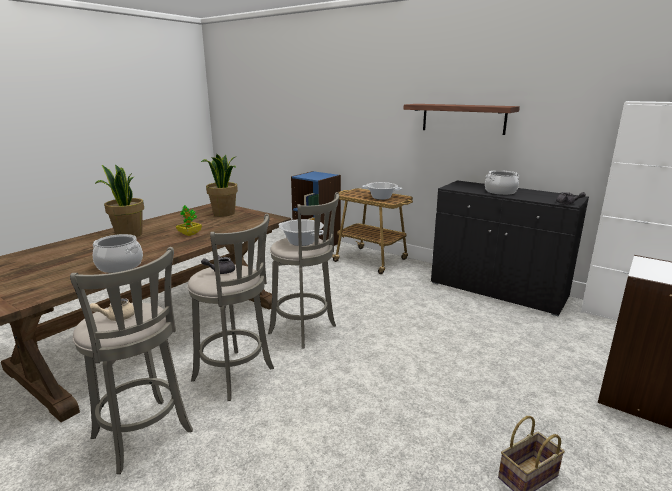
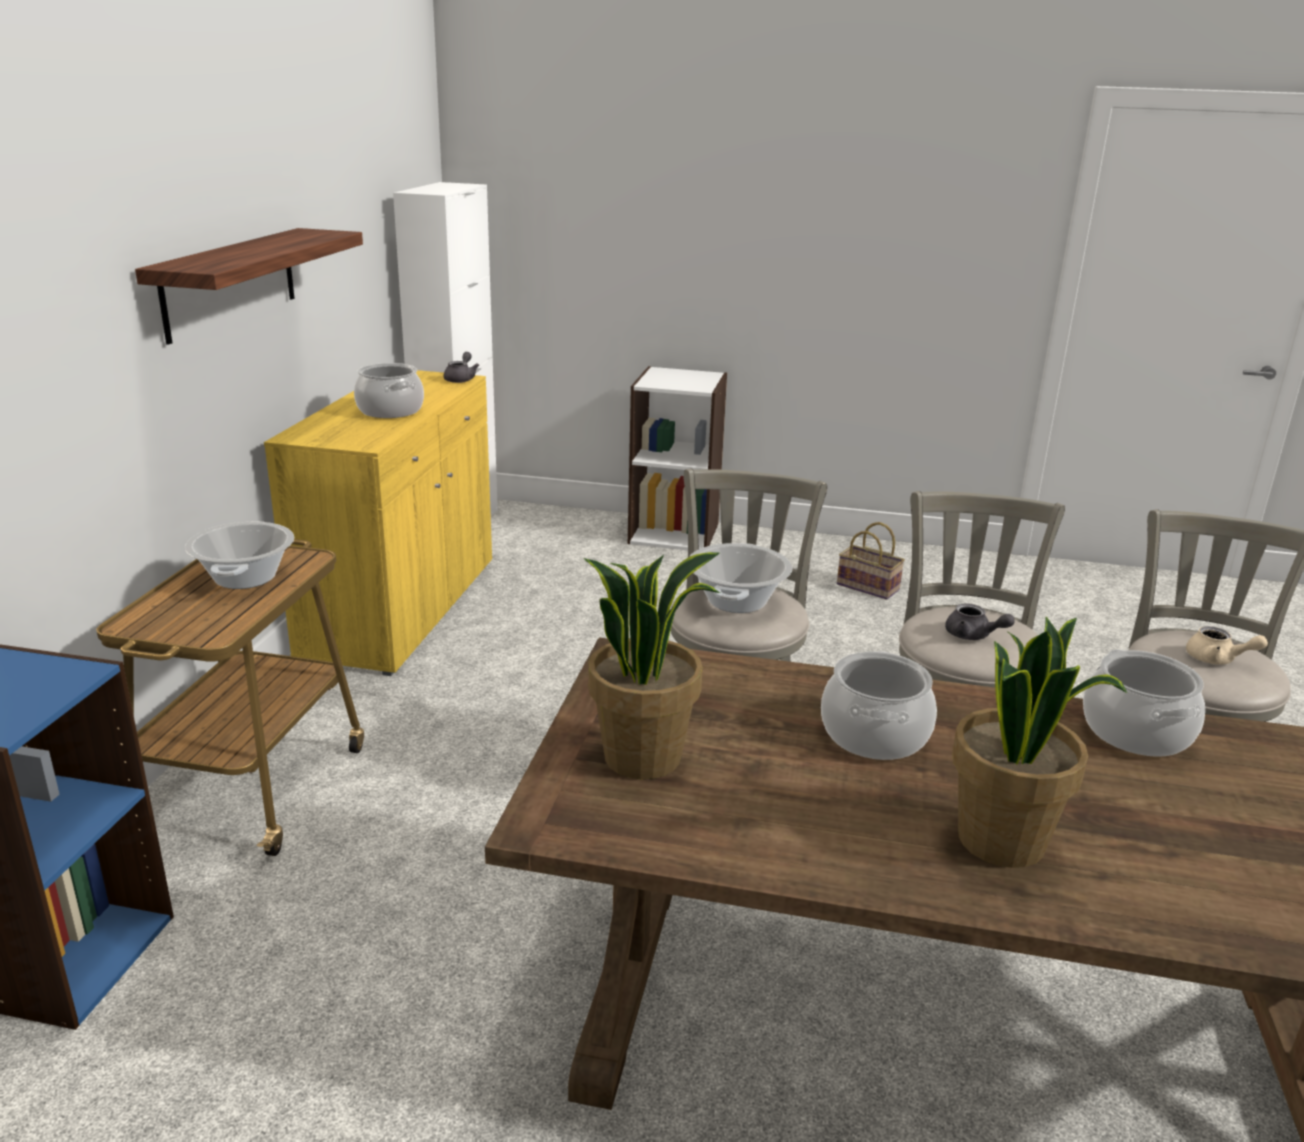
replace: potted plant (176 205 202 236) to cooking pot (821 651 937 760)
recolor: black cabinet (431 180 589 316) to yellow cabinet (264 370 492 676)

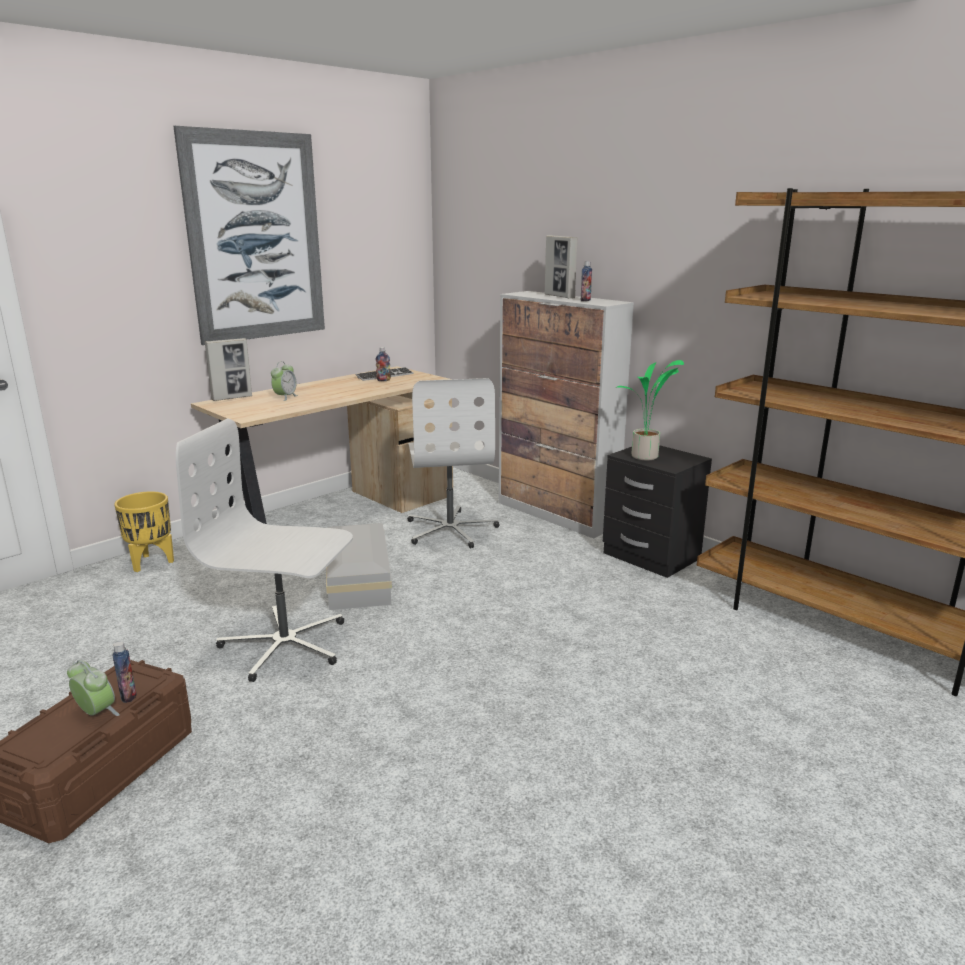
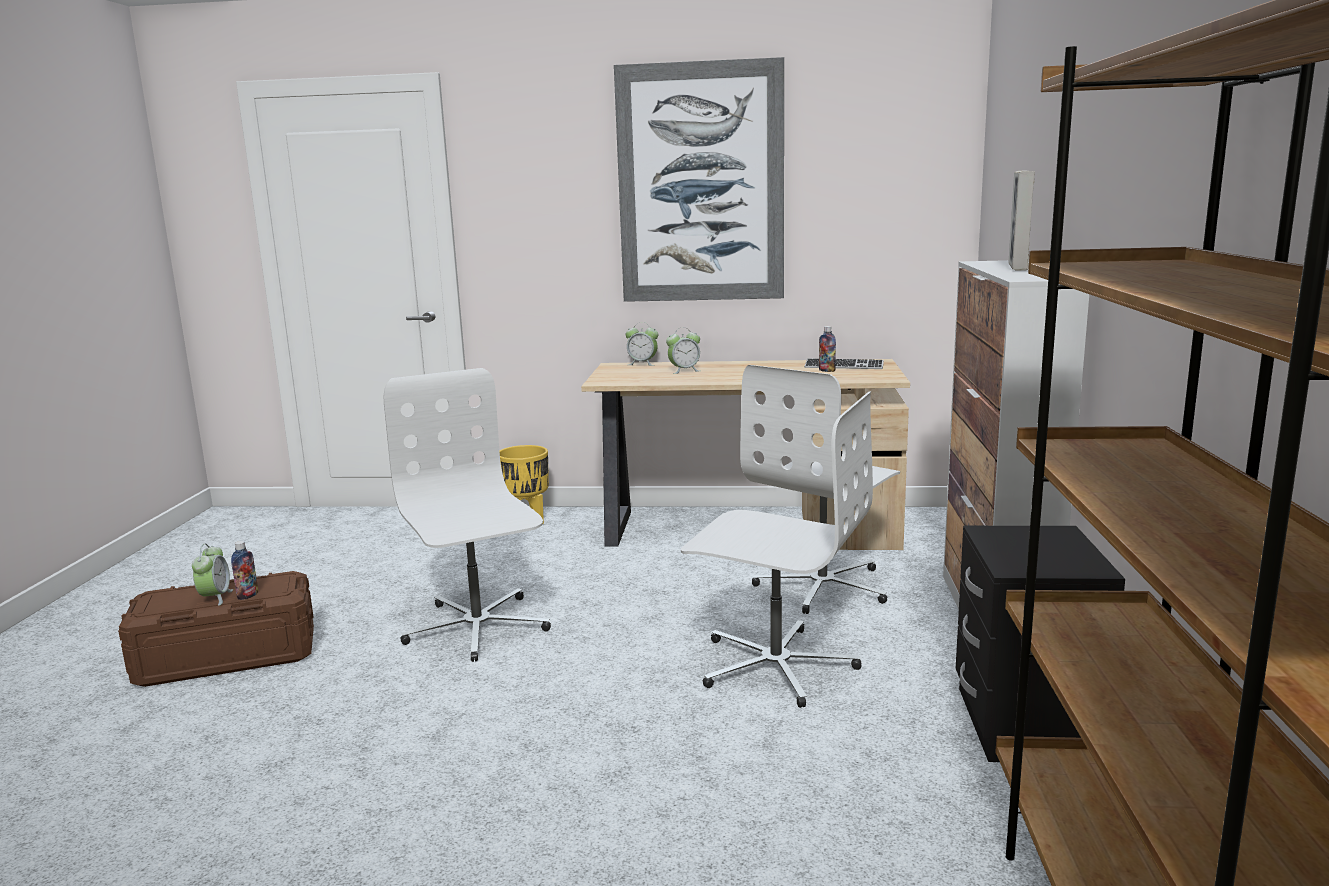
delete: white storage box (326 523 392 610); bottle (581 261 592 301); potted plant (616 360 684 460)
insert: white office chair (681 391 873 708)
replace: picture frame (205 338 252 401) to alarm clock (625 322 659 366)

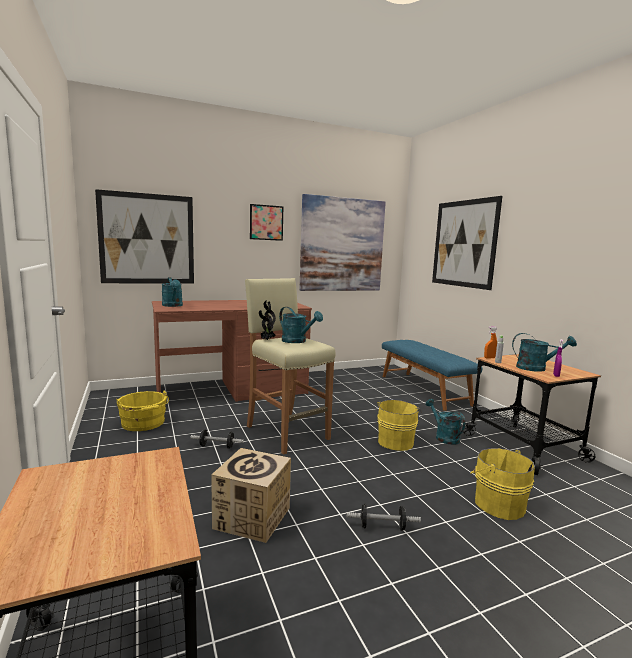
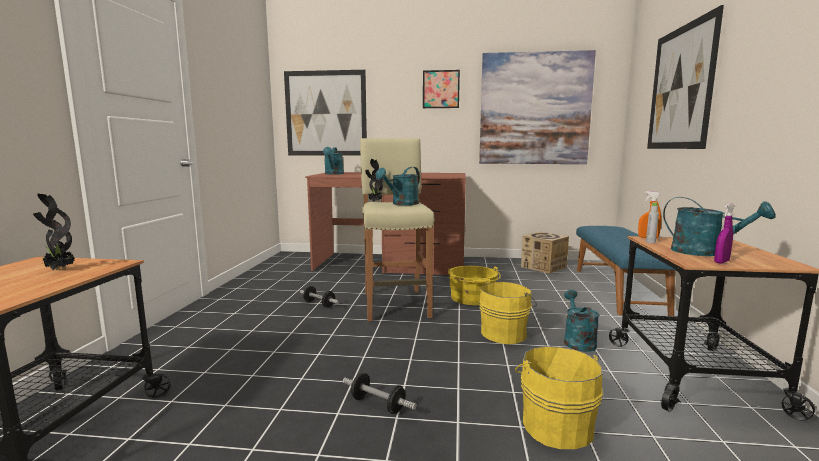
insert: potted plant (33 193 75 270)
move: yellow bucket (117 390 169 431) to (448 266 501 305); cardboard box (211 448 291 543) to (521 232 569 274)
rotate: turquoise watering can (279 307 323 343) = (376 167 420 205) 60 degrees clockwise

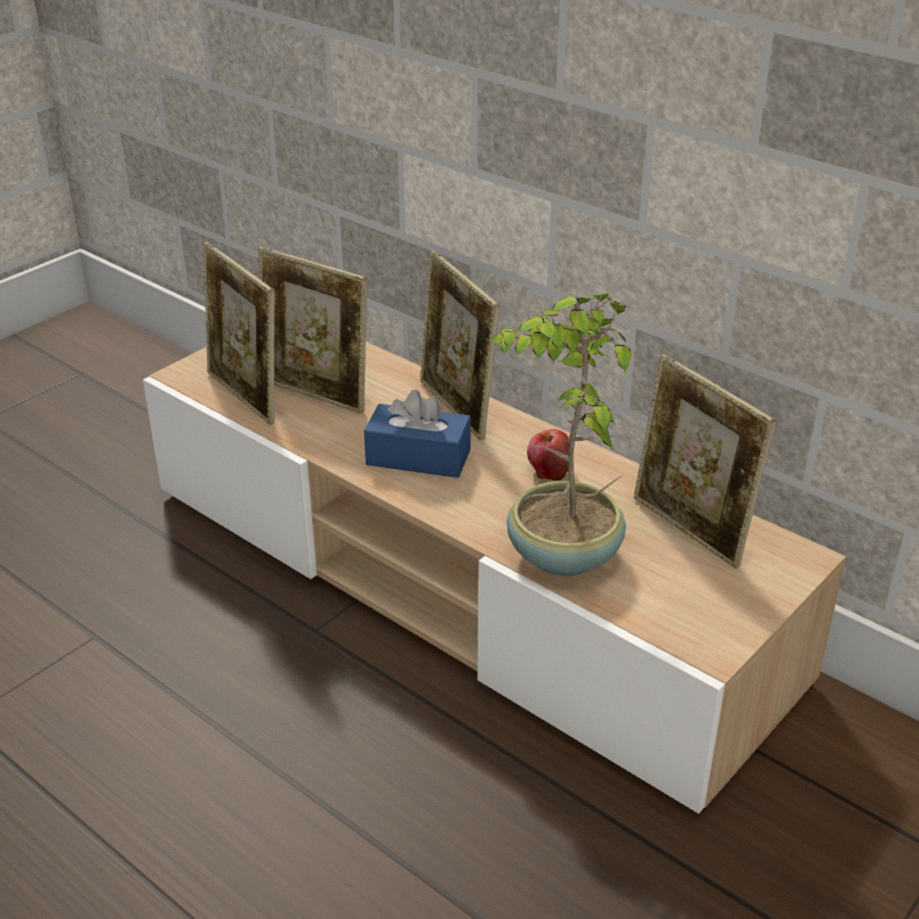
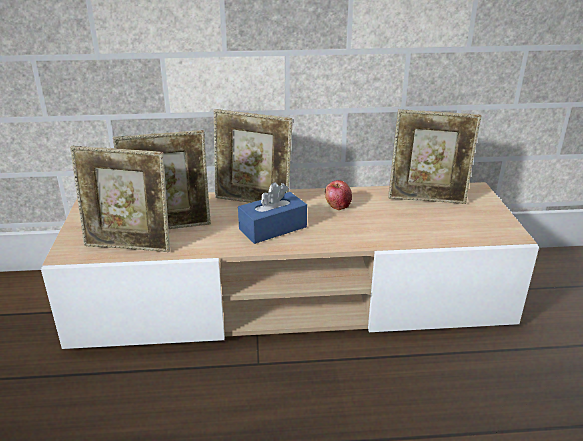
delete: potted plant (489 292 631 576)

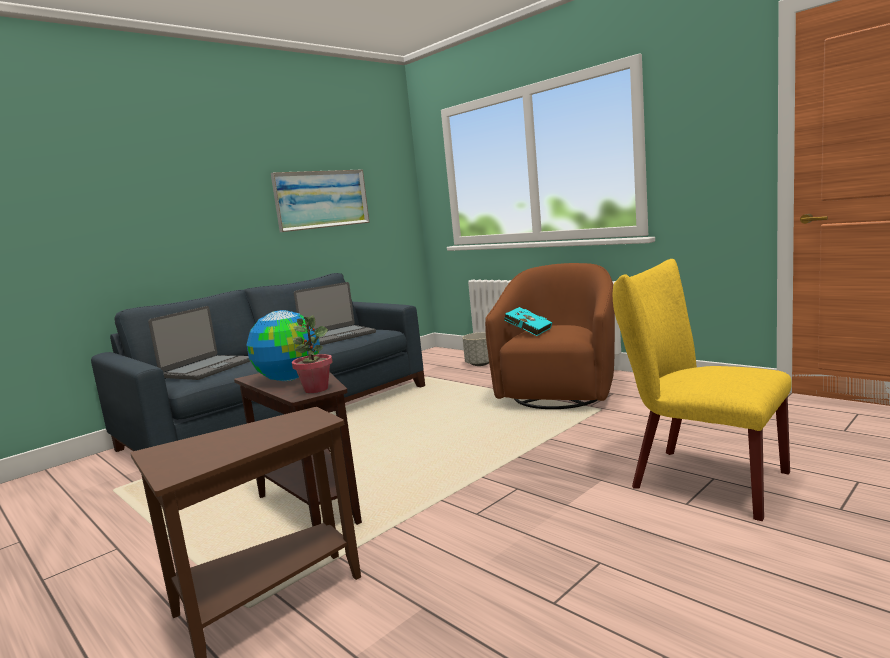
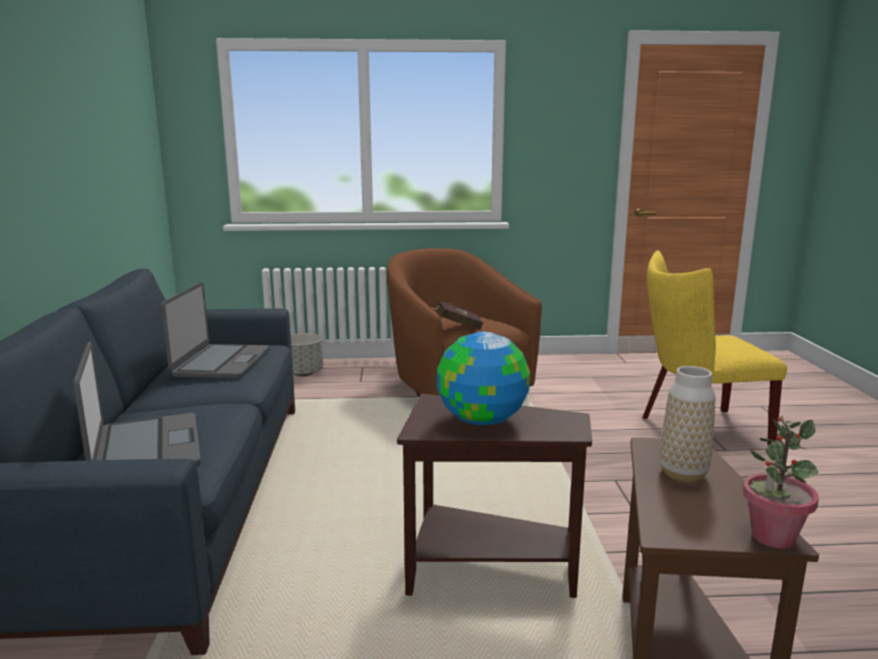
delete: picture (271 169 370 232)
insert: vase (659 366 715 482)
move: potted plant (292 315 333 393) to (743 416 819 548)
recolor: turquoise book (504 307 552 336) to red book (430 301 484 330)

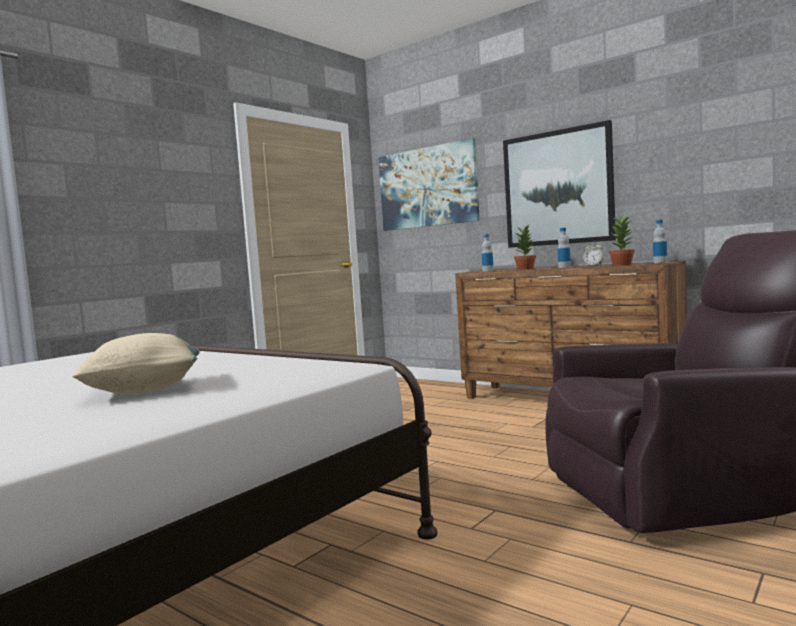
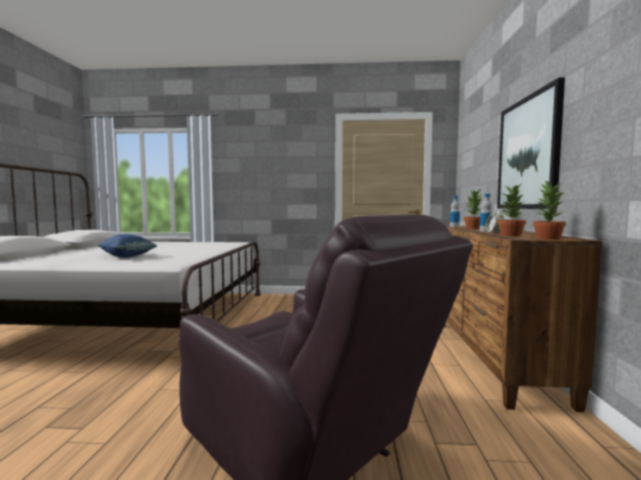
delete: picture (378 138 480 231)
replace: bottle (653 220 667 263) to potted plant (533 180 566 240)
recolor: beige pillow (72 333 200 394) to blue pillow (98 234 157 258)

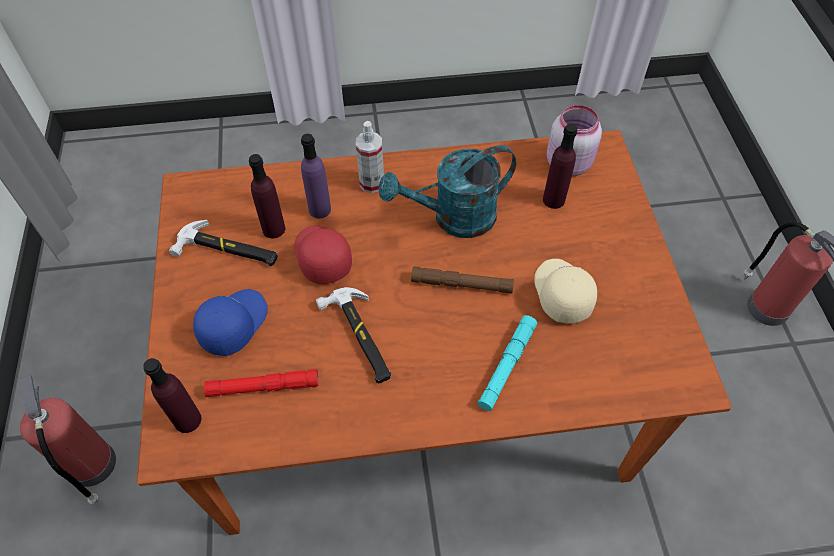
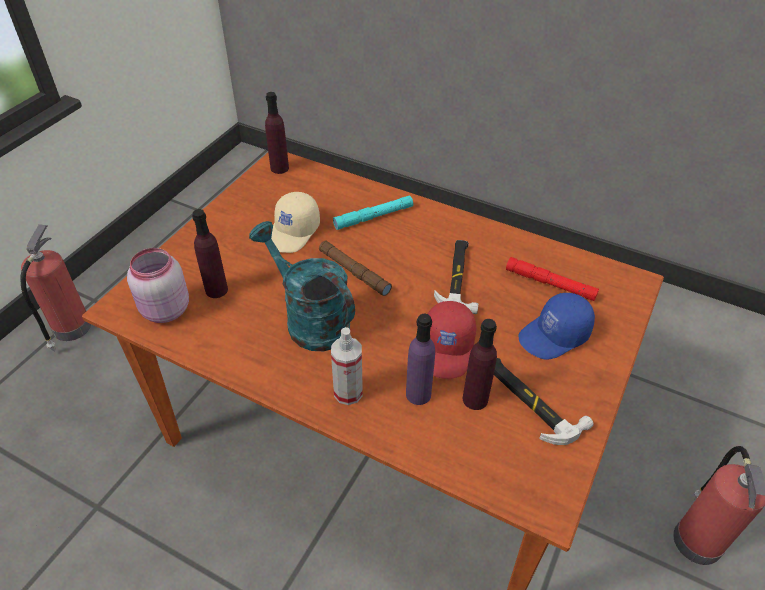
move: purple bottle (143 358 201 433) to (265 92 289 174)
rotate: turquoise watering can (379 145 516 238) = (249 221 355 351) 150 degrees counterclockwise

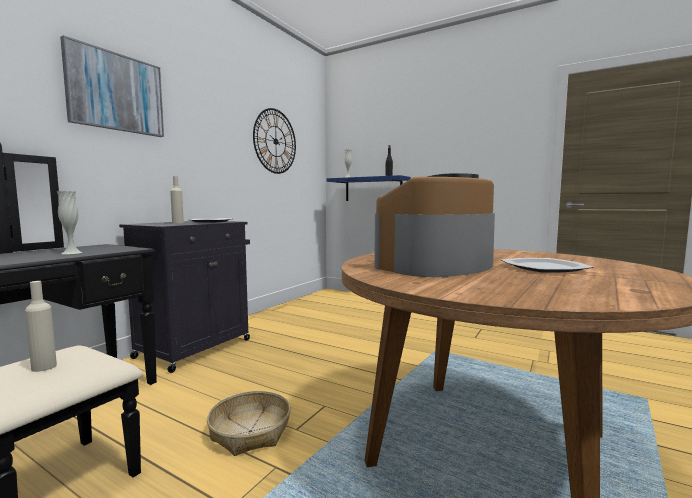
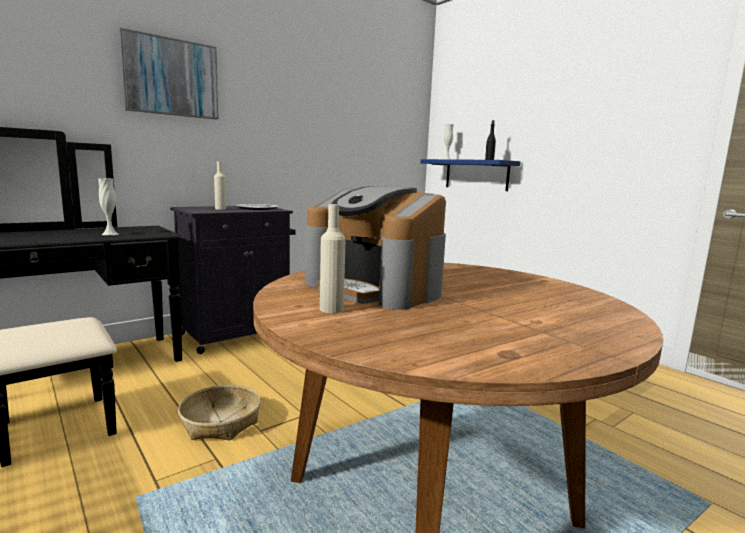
delete: wall clock (253 108 296 174); plate (501 258 594 273)
move: beige bottle (25 281 57 372) to (320 204 346 313)
rotate: coffee machine (374 173 495 277) = (305 186 446 310) 120 degrees counterclockwise

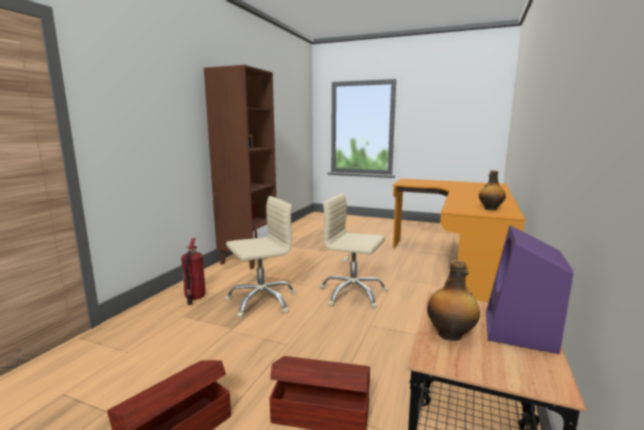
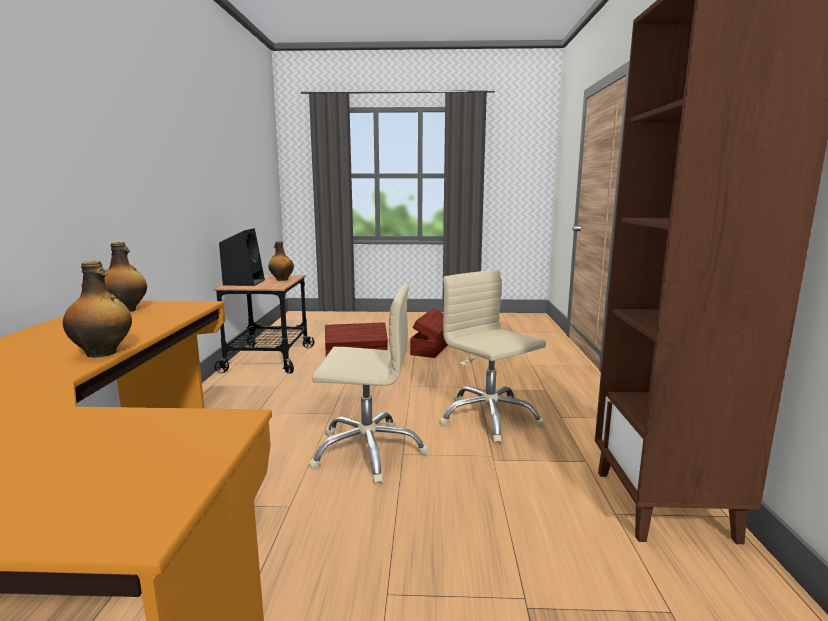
delete: fire extinguisher (181 238 206 305)
insert: bottle (63 261 132 357)
recolor: purple speaker (486 225 574 354) to black speaker (219 228 265 286)
rotate: beige office chair (225 196 296 318) = (439 270 546 443) 105 degrees clockwise

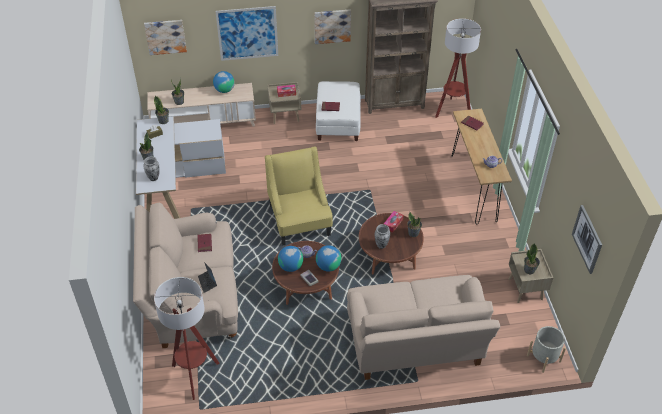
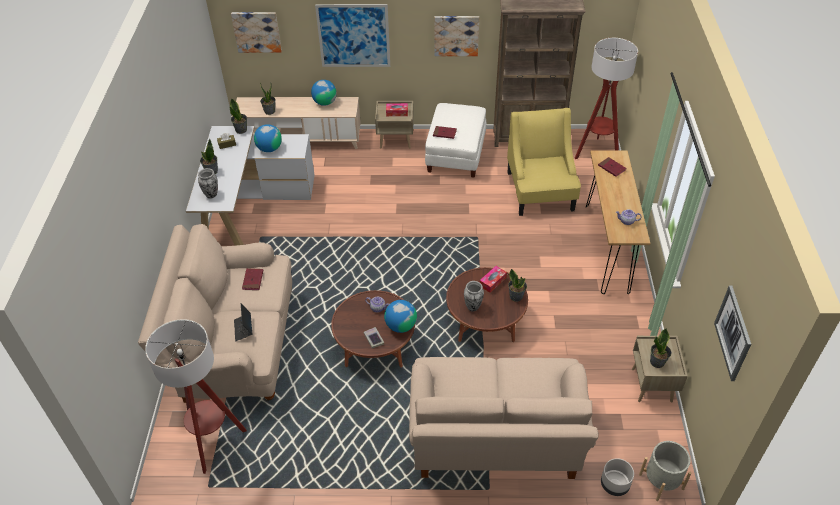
insert: grey planter (601 458 634 496)
move: yellow armchair (265 147 333 246) to (507 108 581 216); globe (278 246 303 272) to (254 124 282 152)

